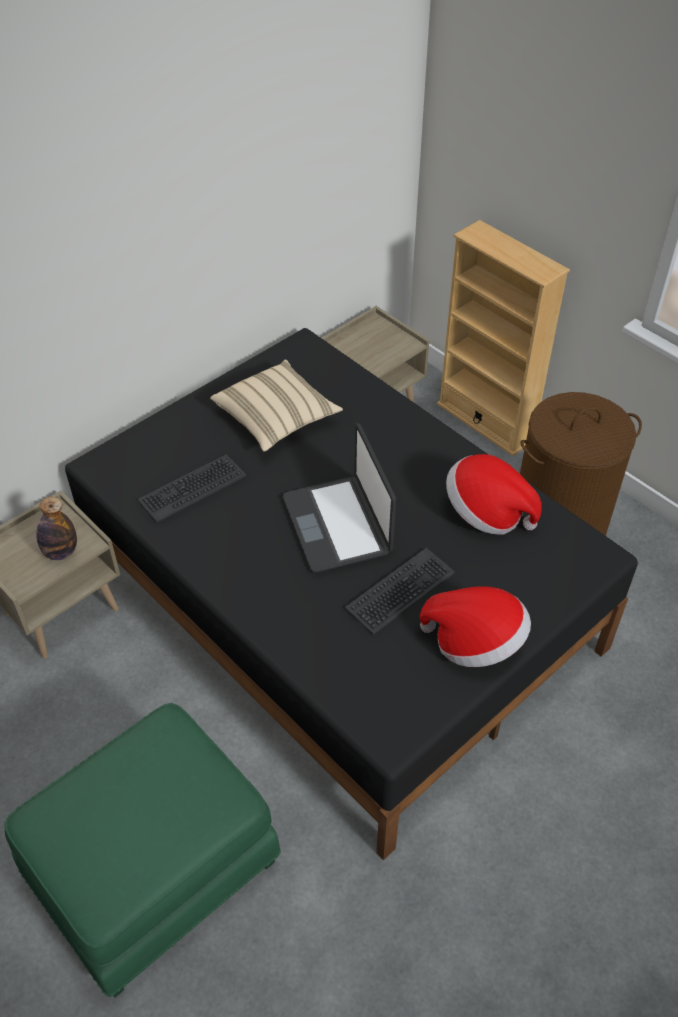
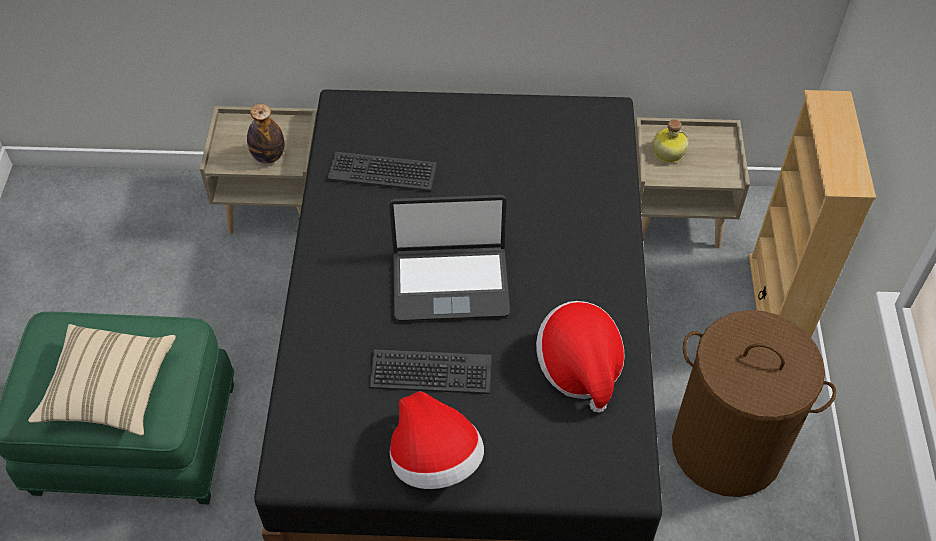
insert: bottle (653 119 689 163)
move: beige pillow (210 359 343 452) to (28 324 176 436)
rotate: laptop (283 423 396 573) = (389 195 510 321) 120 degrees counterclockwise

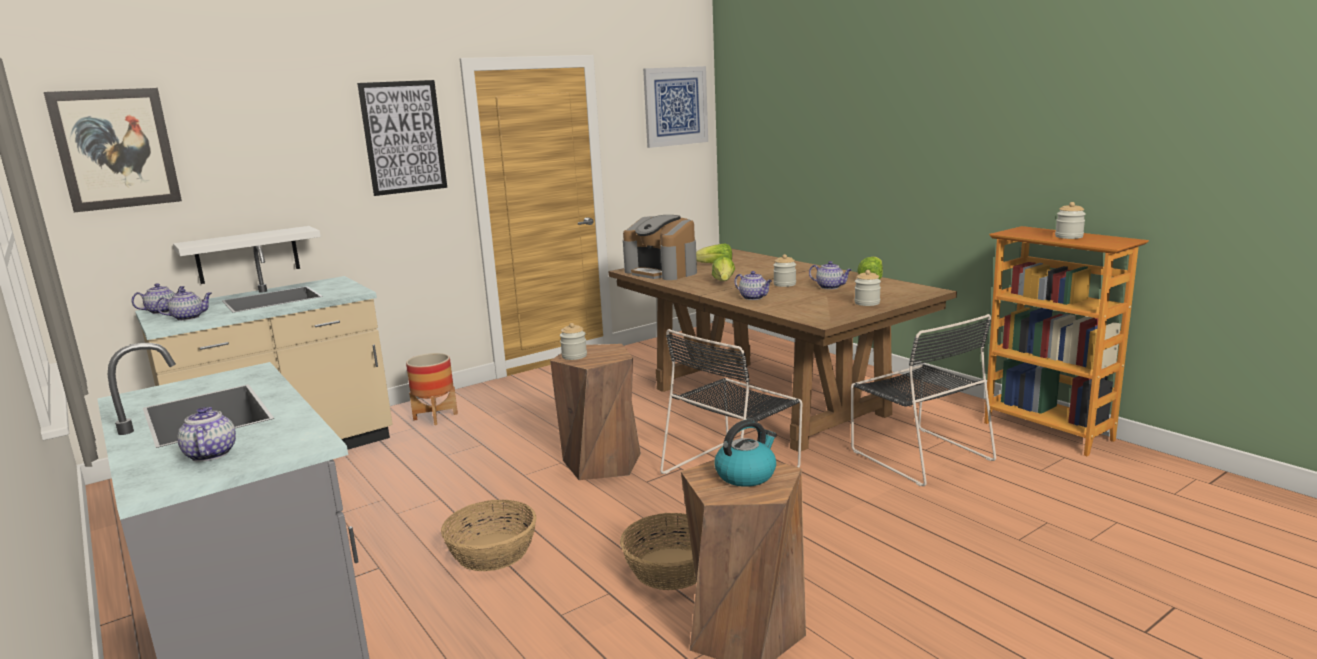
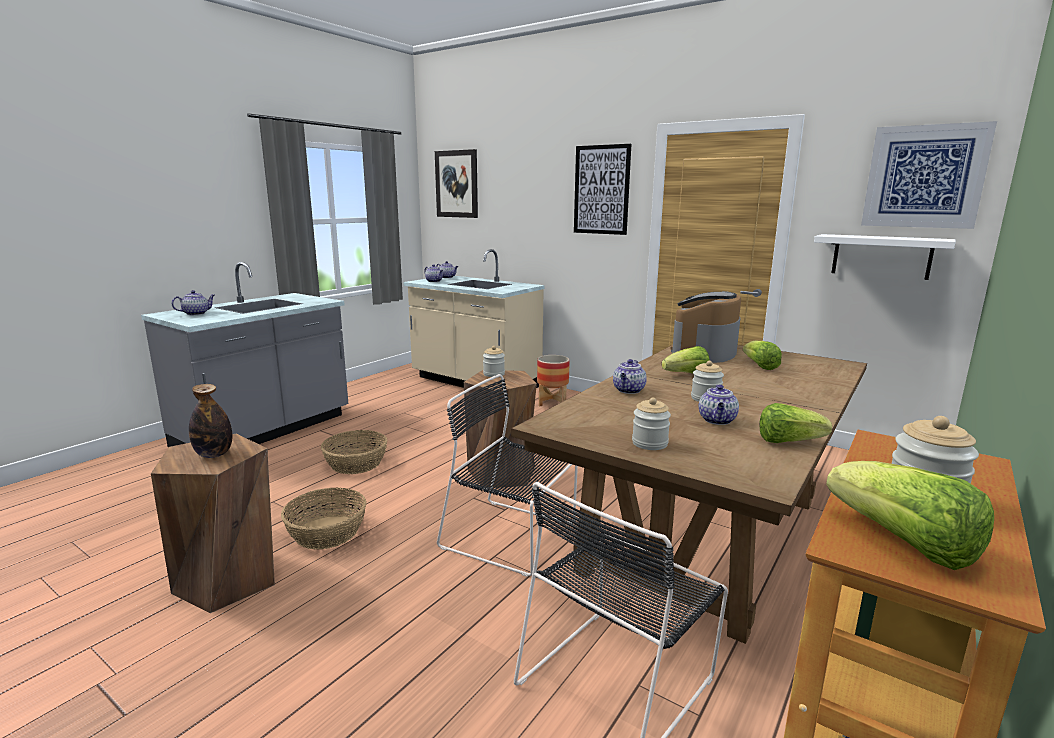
insert: lettuce (826 461 994 570)
move: white shelf (173 226 321 284) to (814 234 955 280)
replace: kettle (715 420 777 487) to bottle (189 384 232 458)

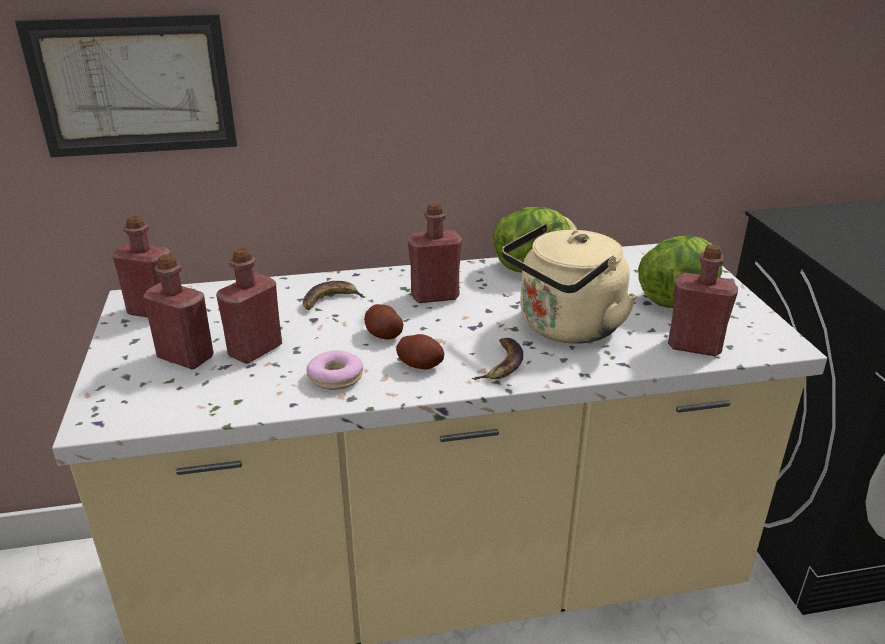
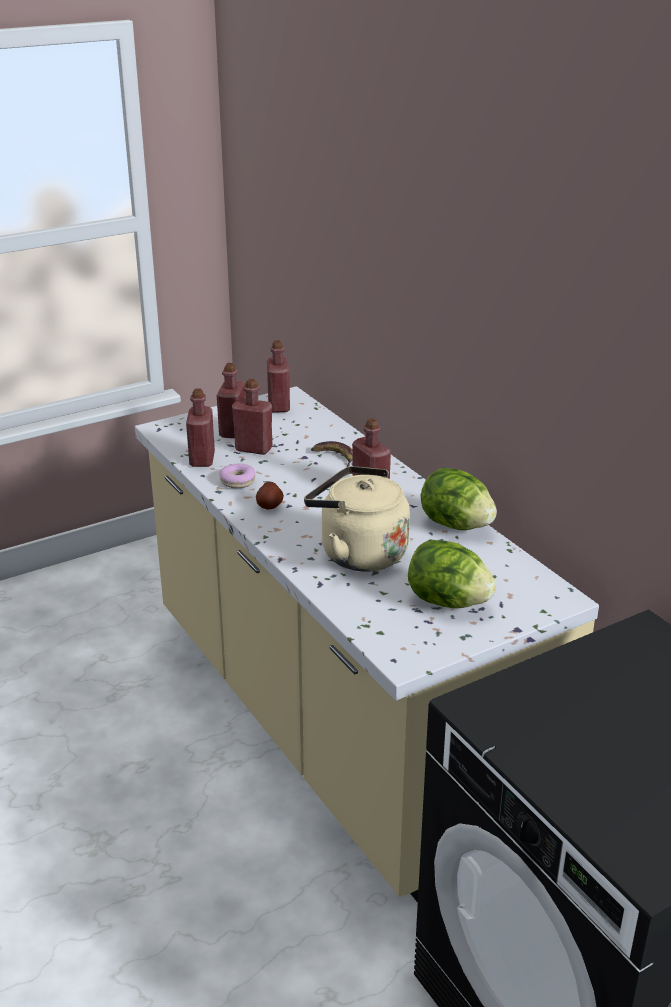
delete: picture (15 14 237 157); potato (364 304 404 340); banana (472 338 523 380)
move: red bottle (668 244 738 356) to (186 388 215 467)

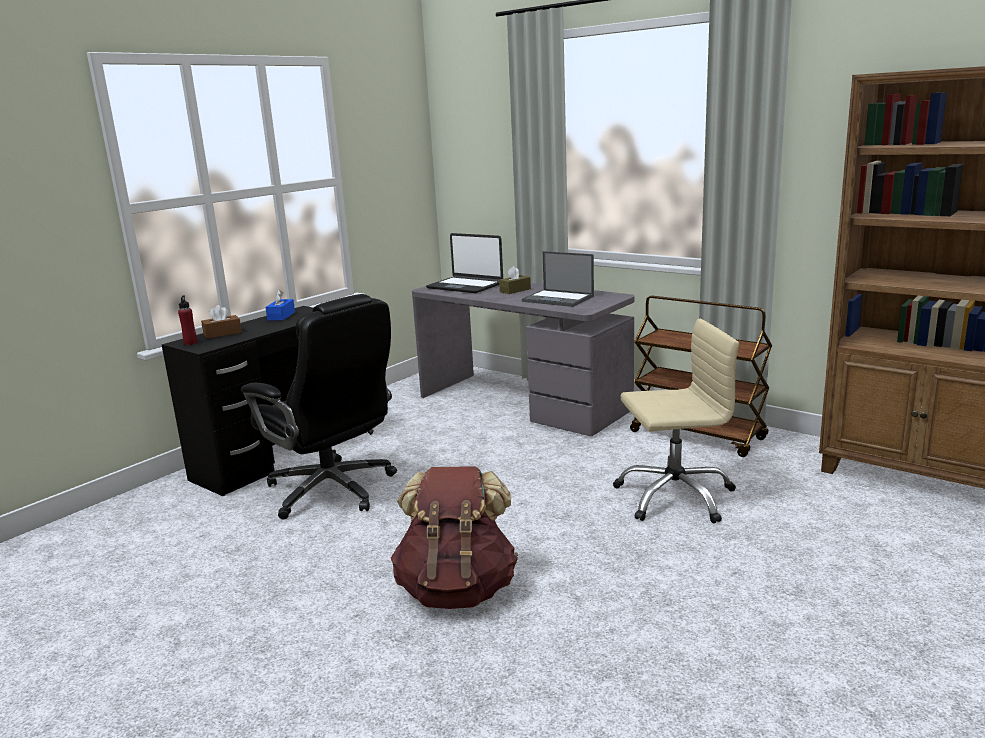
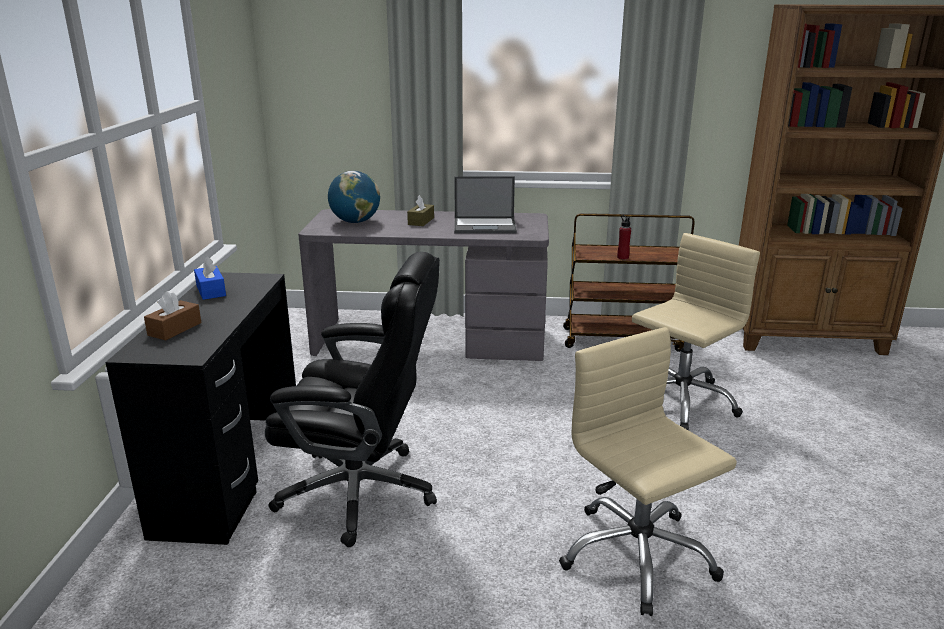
move: red bottle (178 295 198 345) to (617 215 631 259)
replace: brown backpack (391 466 518 609) to beige office chair (559 327 737 616); laptop (426 233 503 293) to globe (328 171 380 223)

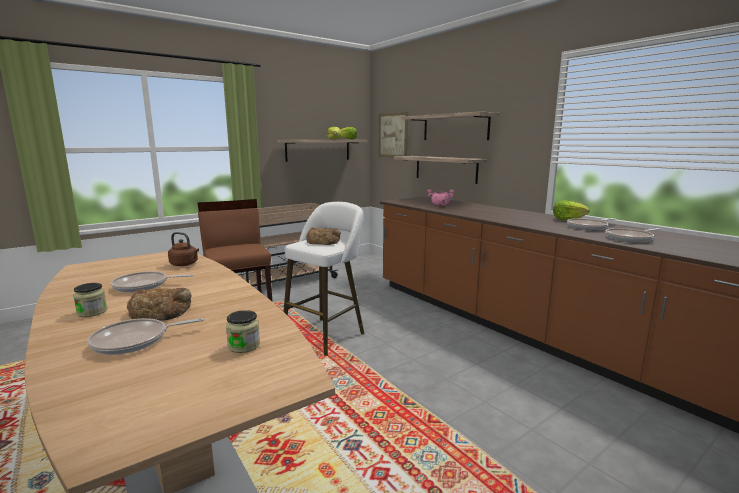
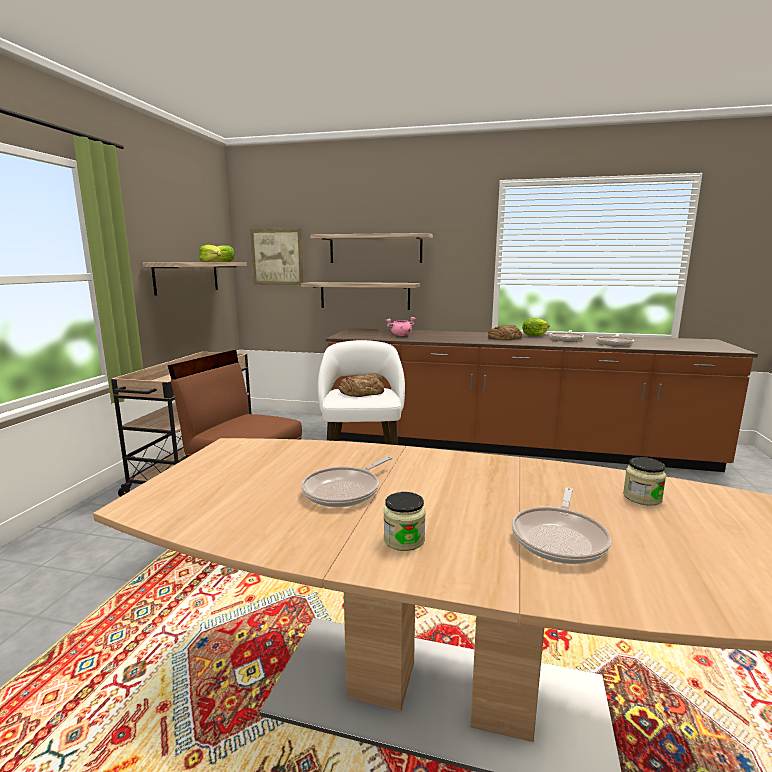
delete: brown kettle (168 232 199 266)
move: bread (127 288 192 321) to (488 325 522 340)

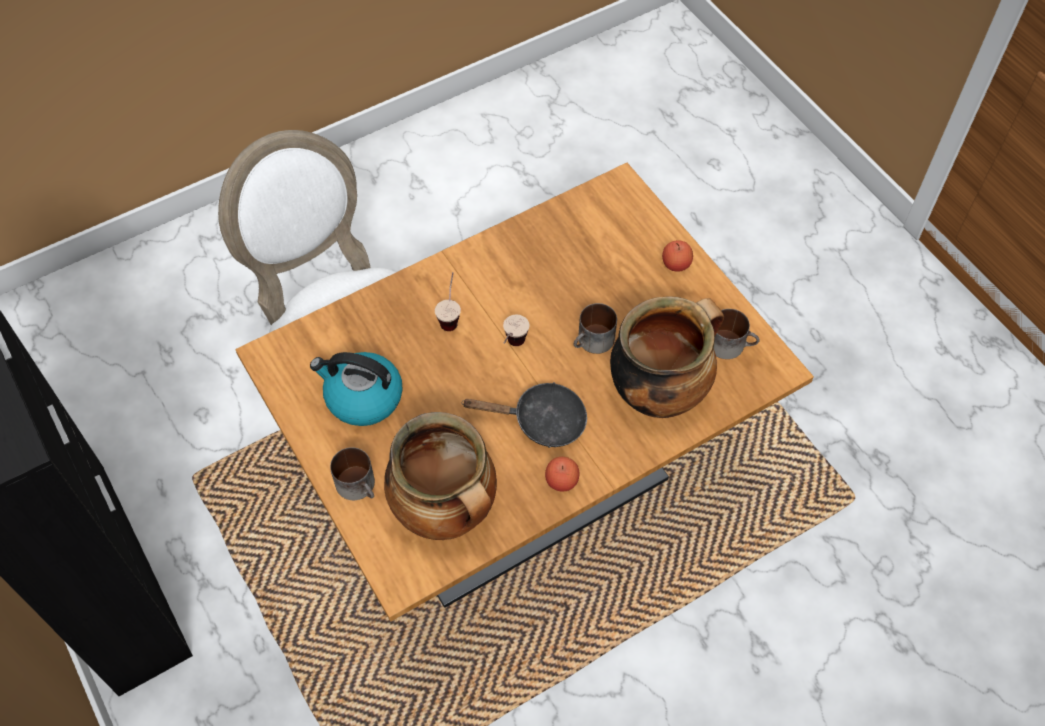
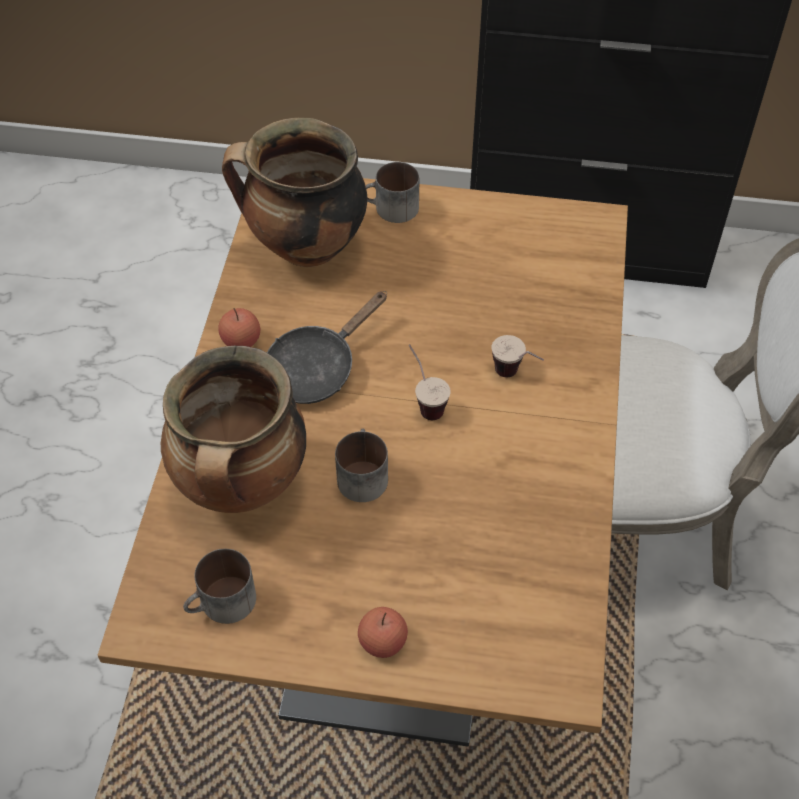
delete: kettle (310 352 403 426)

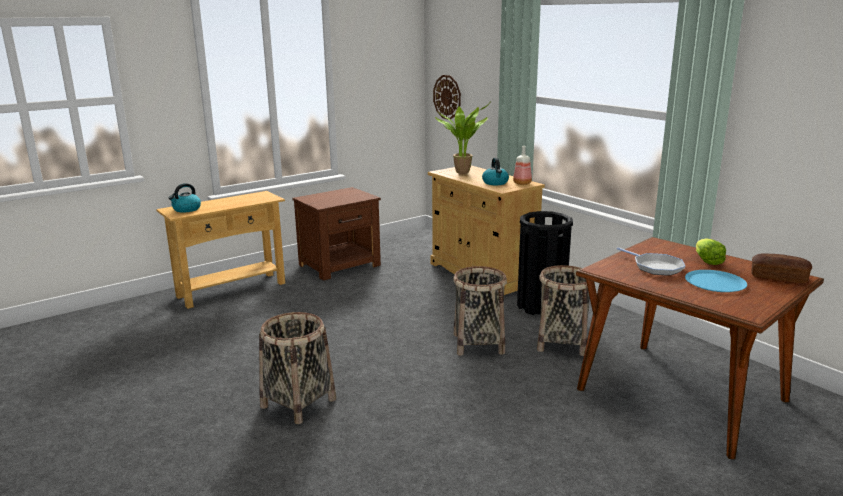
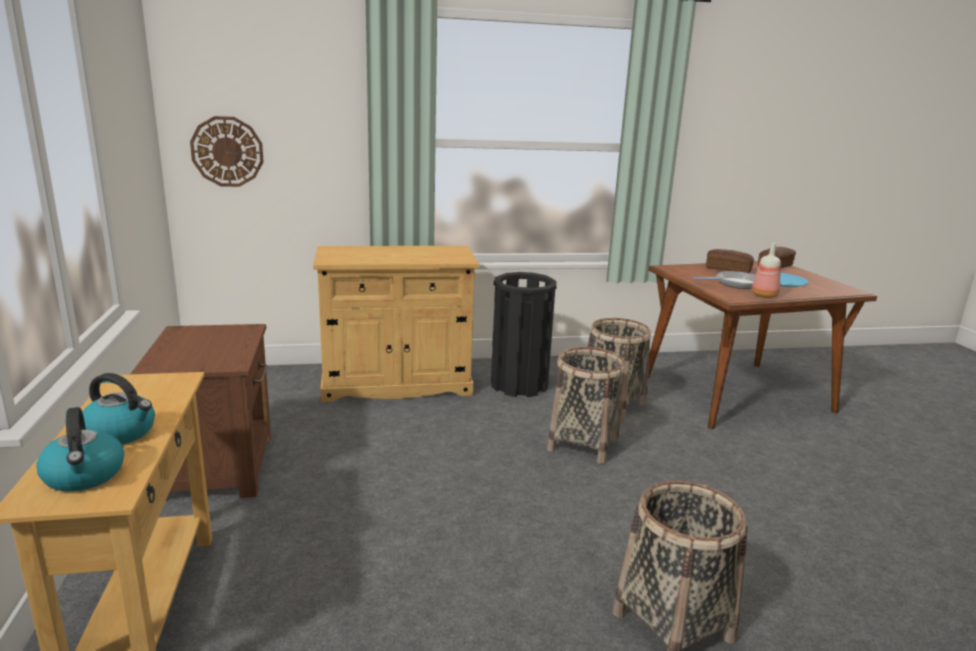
delete: potted plant (435 103 490 174)
move: kettle (482 158 509 185) to (82 373 155 444); bottle (513 146 532 185) to (752 243 781 298)
replace: lettuce (696 239 726 265) to bread (706 249 754 273)

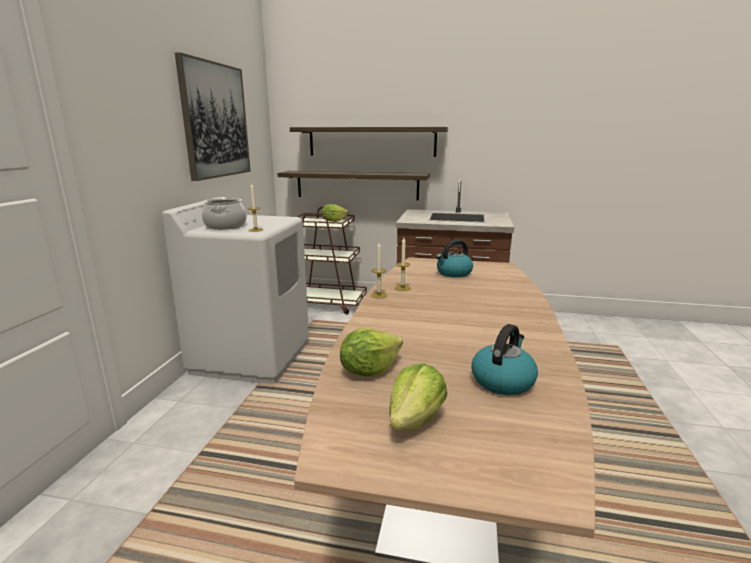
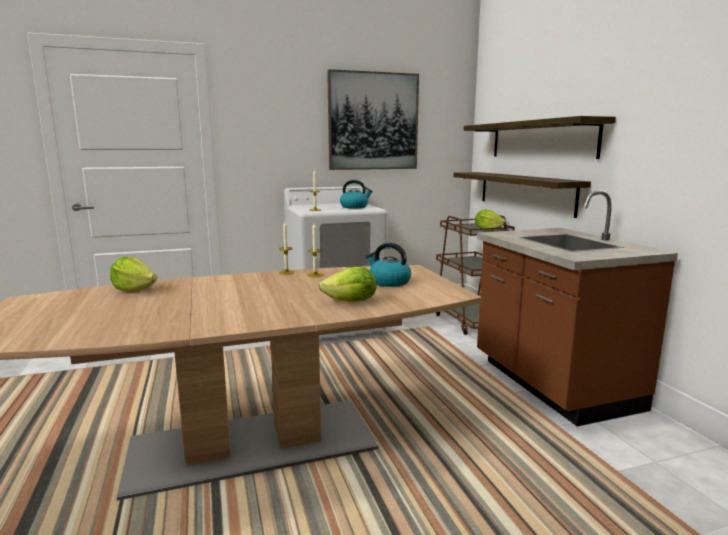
delete: cooking pot (202 198 247 230)
move: lettuce (389 363 447 431) to (319 266 377 302); kettle (472 324 538 395) to (340 180 373 208)

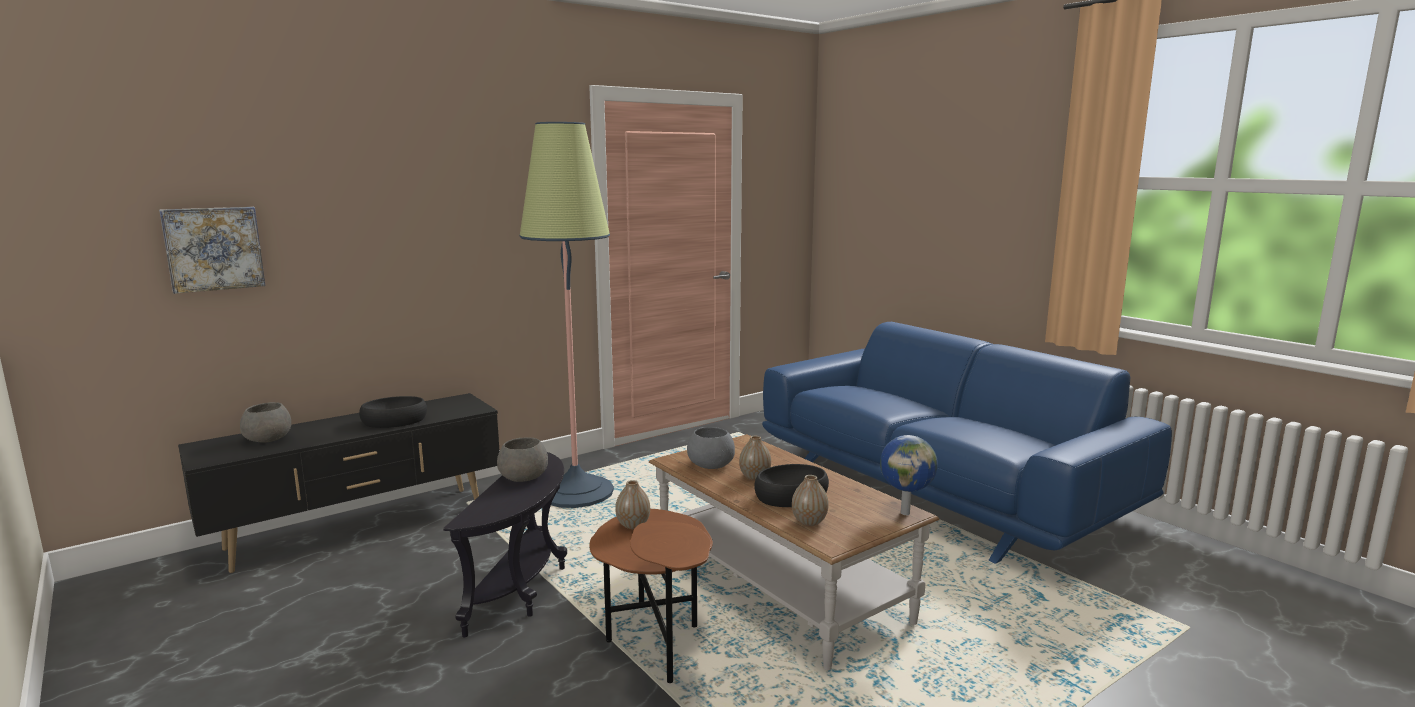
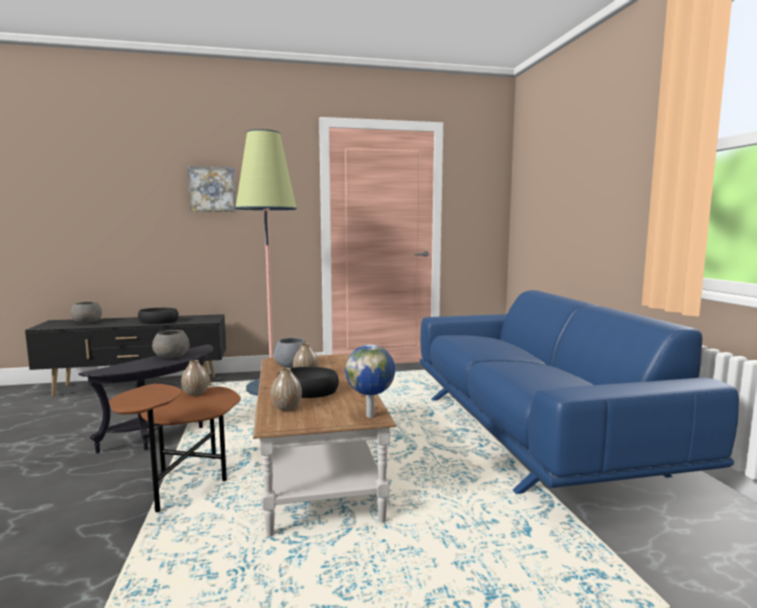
move: picture (159 207 266 294) to (188 166 236 212)

